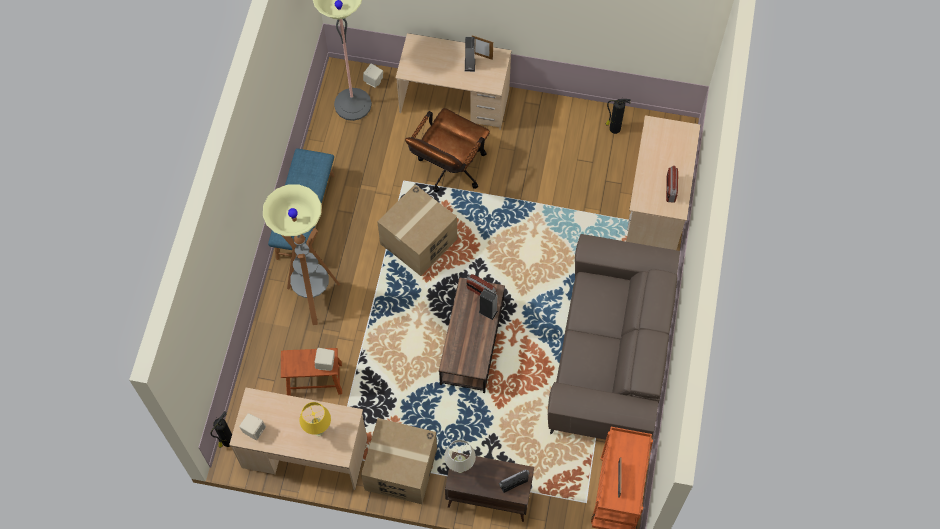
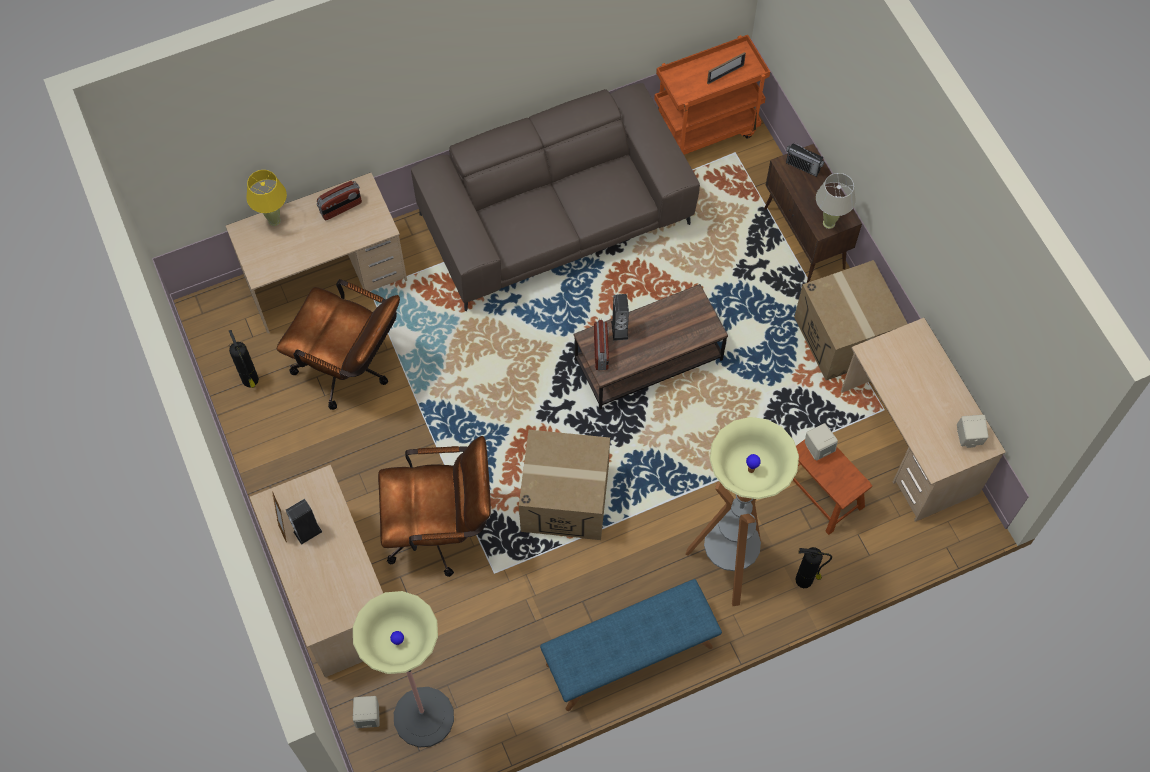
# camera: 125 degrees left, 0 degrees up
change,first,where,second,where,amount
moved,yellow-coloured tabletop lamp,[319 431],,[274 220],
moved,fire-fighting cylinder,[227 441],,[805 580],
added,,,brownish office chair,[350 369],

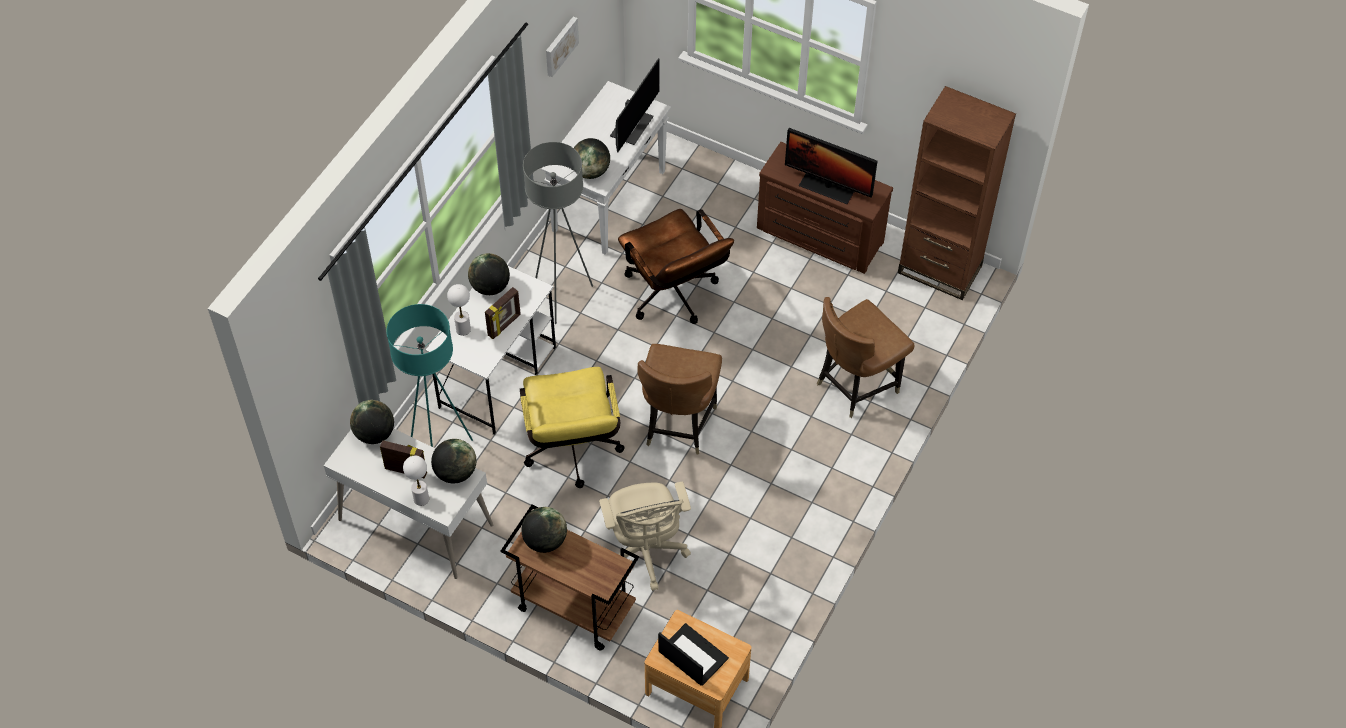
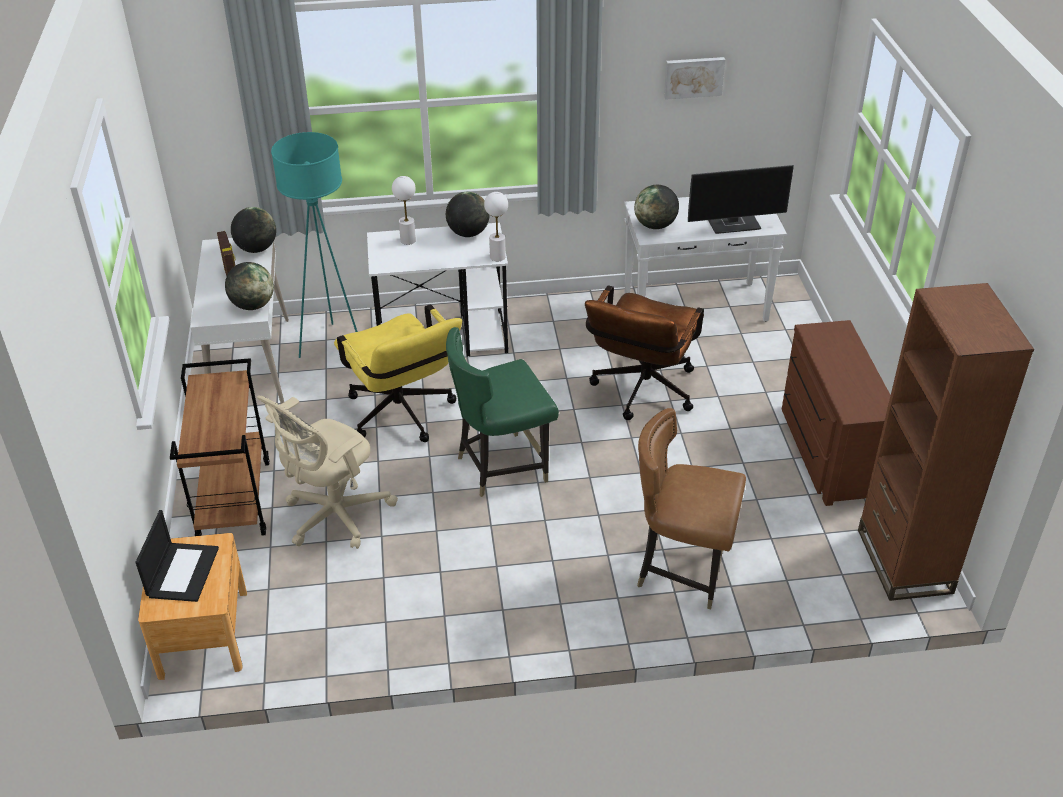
# camera: 55 degrees right, 15 degrees down
change,first,where,second,where,amount
removed,computer screen,[827 186],,,
removed,greyish floor lamp,[562 297],,,
removed,picture frame,[504 325],,,
recoloured,brownish plain chair,[678 424],greenish plain chair,[501 466],
turned,yellow-coloured office chair,[572 454],,[404 417],75 degrees counterclockwise
moved,white-coloured tabletop lamp,[421 499],,[497 257],
removed,desk globe,[545 541],,,

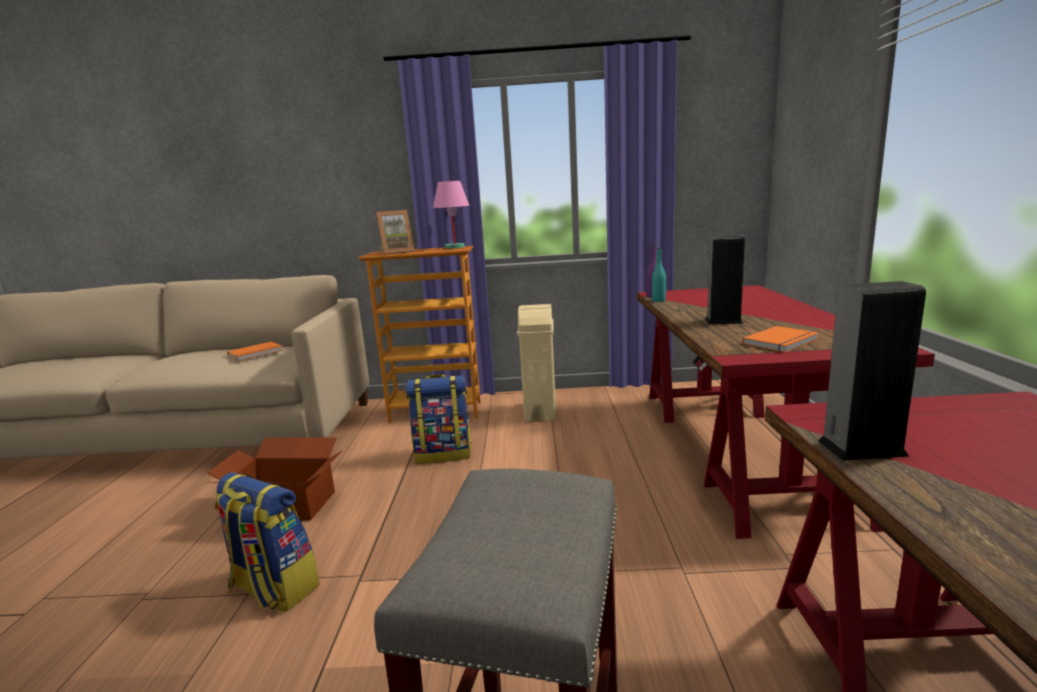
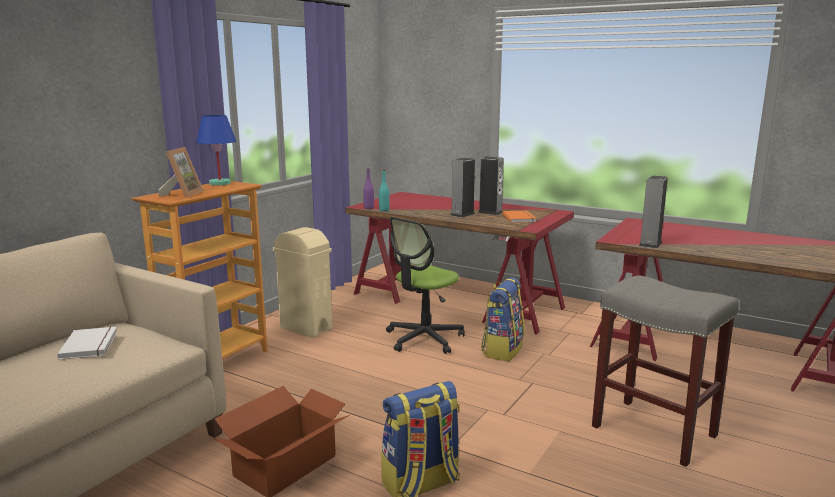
# camera: 60 degrees left, 0 degrees up
change,first,where,second,where,amount
recoloured,pink-coloured tabletop lamp,[454 247],blue-coloured tabletop lamp,[219 183],
recoloured,orange bound book,[256 353],white-coloured bound book,[91 345],
moved,backpack,[444 454],,[502 350],
added,,,speaker,[490 212],
added,,,office chair,[424 339],

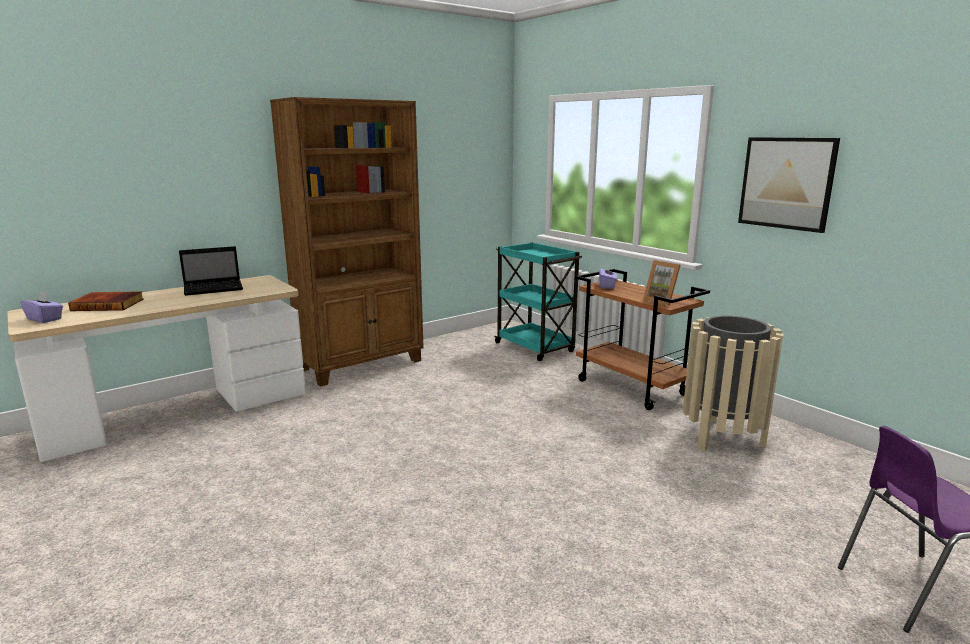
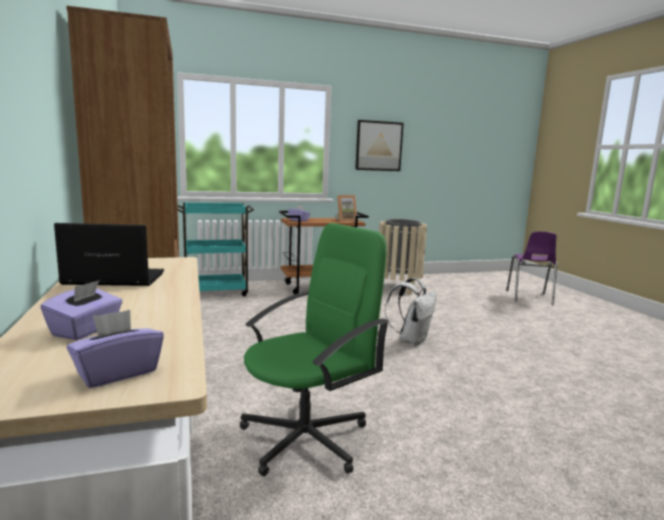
# camera: 70 degrees left, 5 degrees down
change,first,where,second,where,amount
turned,laptop,[215 289],,[112 279],90 degrees counterclockwise
replaced,bound book,[109 304],purple tissue holder,[86 330],
added,,,greenish office chair,[307 438],
added,,,white-coloured backpack,[411 340],

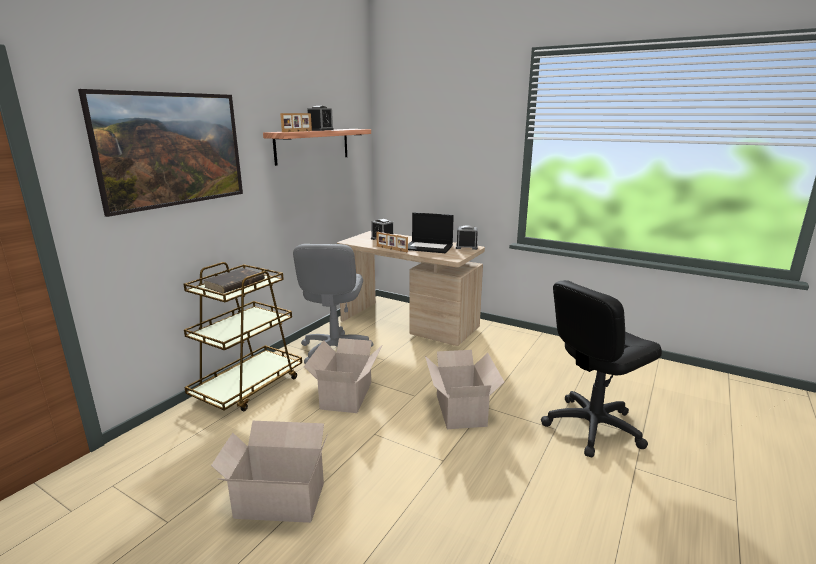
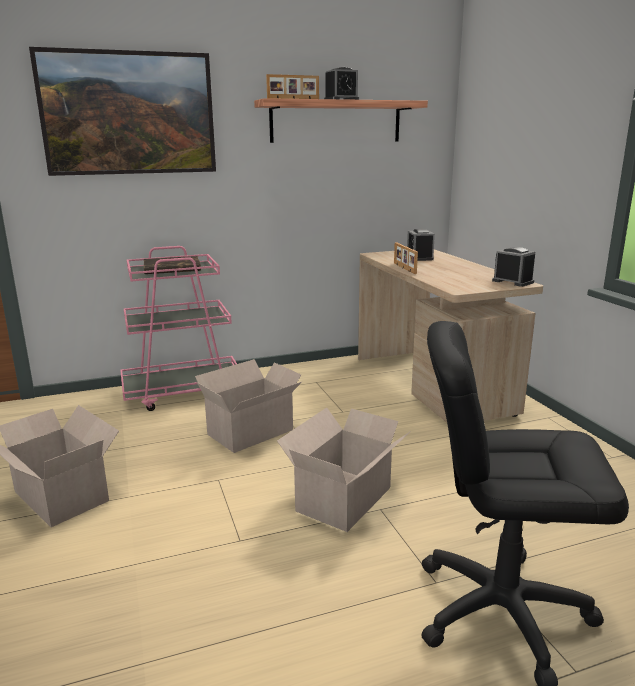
# camera: 40 degrees right, 0 degrees up
change,first,where,second,where,amount
removed,laptop,[429 247],,,
removed,greyish office chair,[335 350],,,
recoloured,brownish trolley,[249 387],pink-coloured trolley,[184 392],

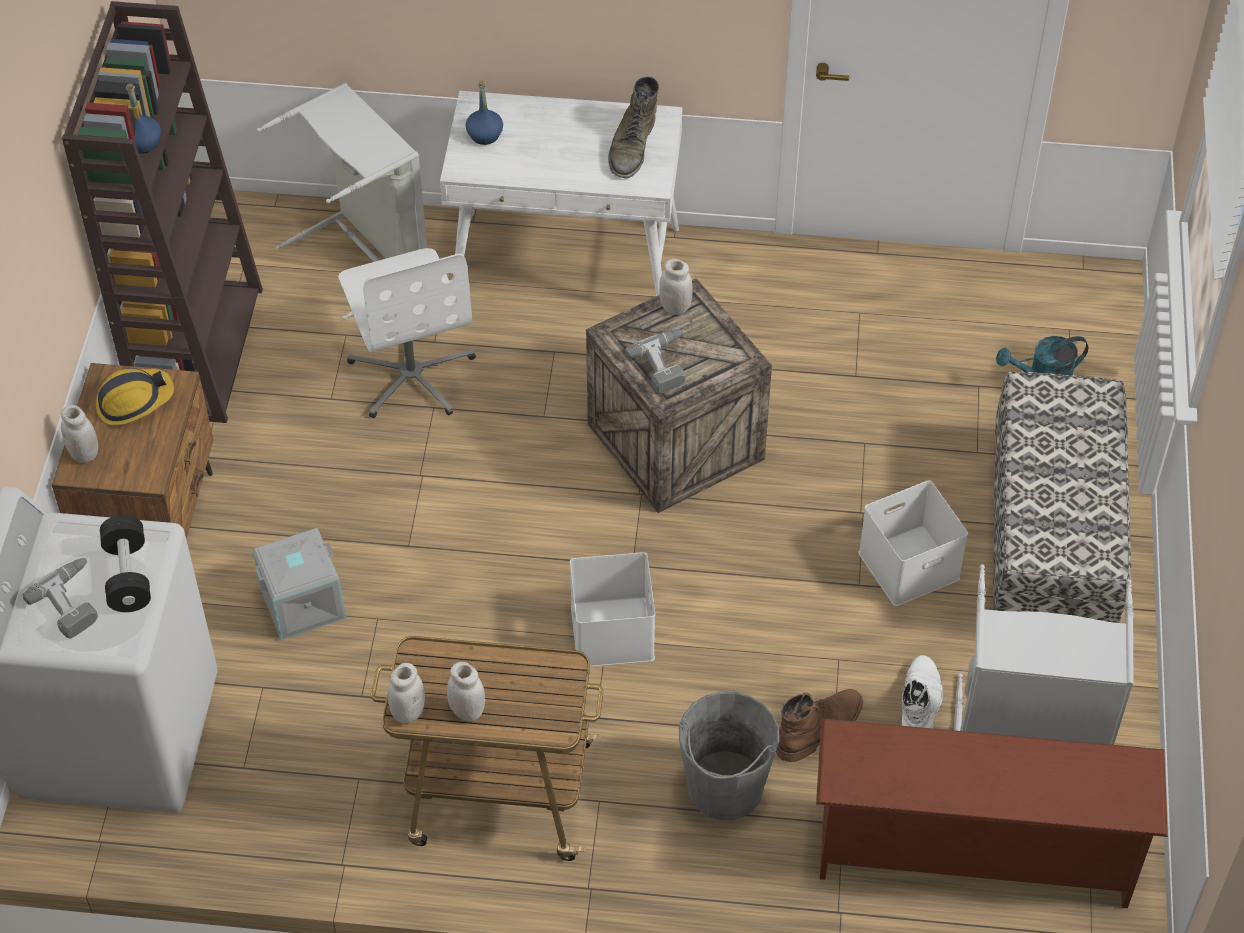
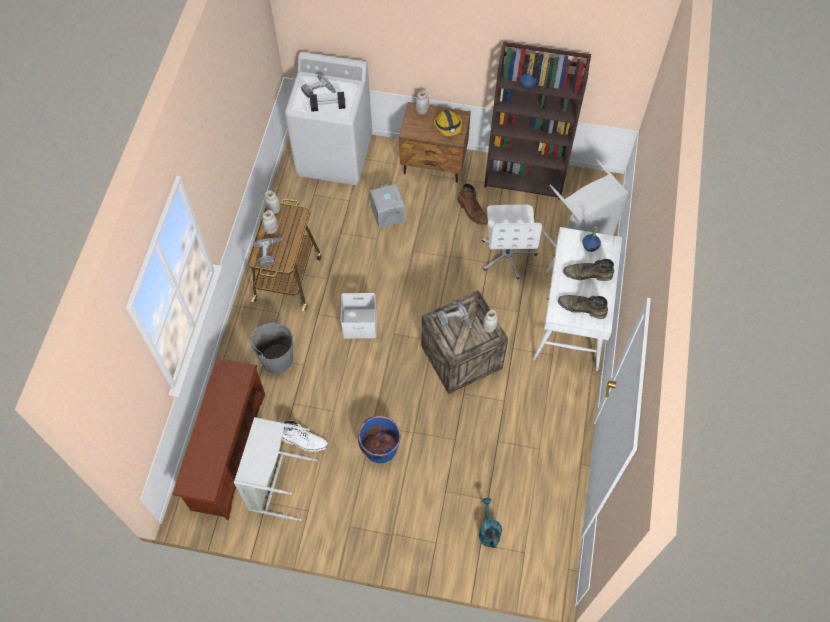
# camera: 95 degrees right, 10 degrees up
change,first,where,second,where,amount
turned,white-coloured office chair,[412 374],,[507 255],75 degrees counterclockwise
removed,bench,[1050 545],,,
replaced,white-coloured storage bin,[908 567],blue-coloured pail,[380 448],
moved,brownish tall boot,[820 729],,[472 211],
added,,,electric drill,[270 253],
added,,,greenish tall boot,[587 274],

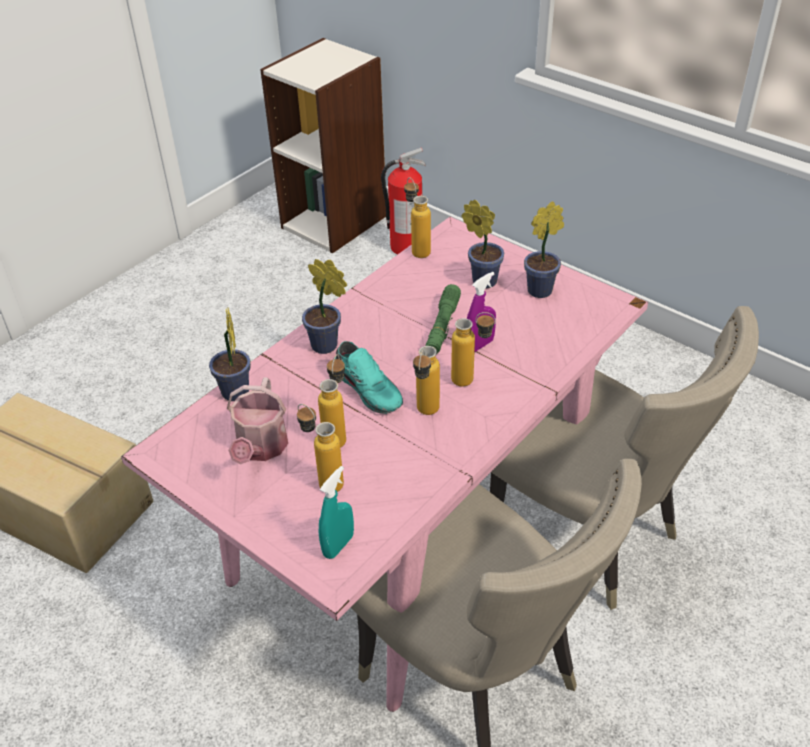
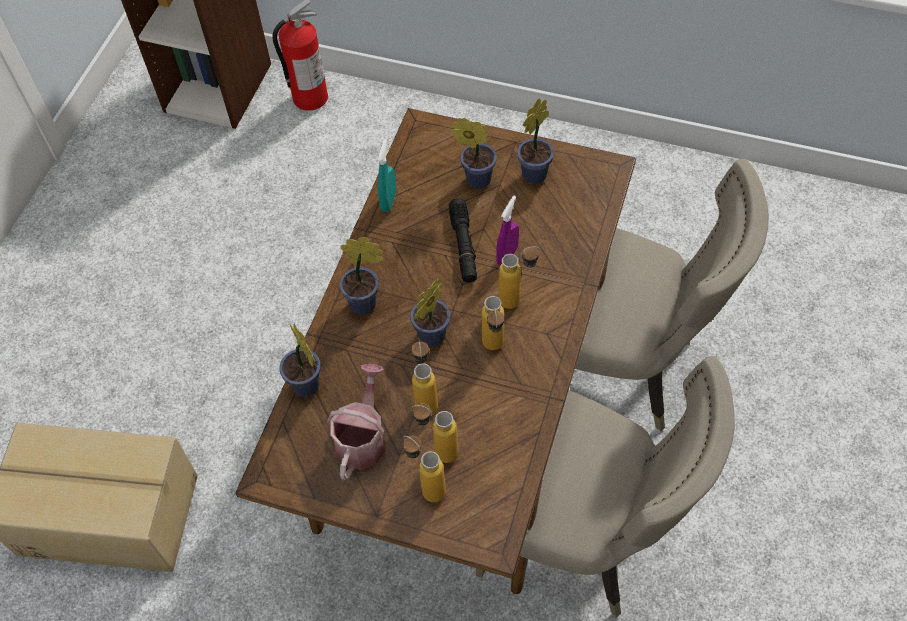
# camera: 20 degrees left, 15 degrees up
change,first,where,second,where,amount
moved,bottle,[417 249],,[426 486],
recoloured,pink-coloured kitchen table,[409 539],brownish kitchen table,[460 426],
recoloured,greenish torch,[442 326],black-coloured torch,[463 246],
replaced,blue-green shoe,[369 388],potted plant,[429 338],
turned,watering pot,[260 448],,[363 438],150 degrees counterclockwise
moved,blue-green hand sprayer,[338 545],,[388 201],

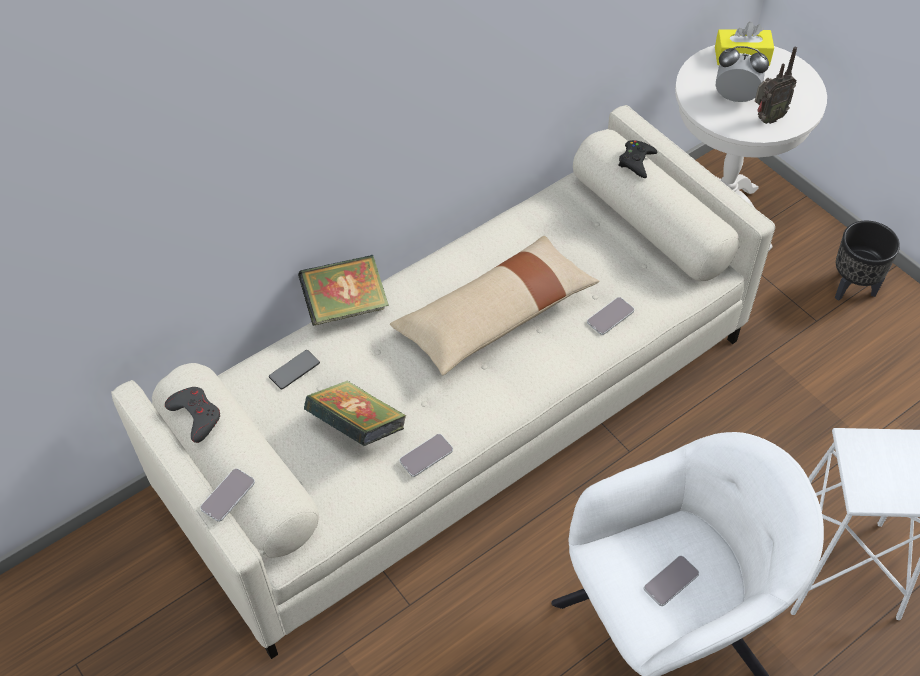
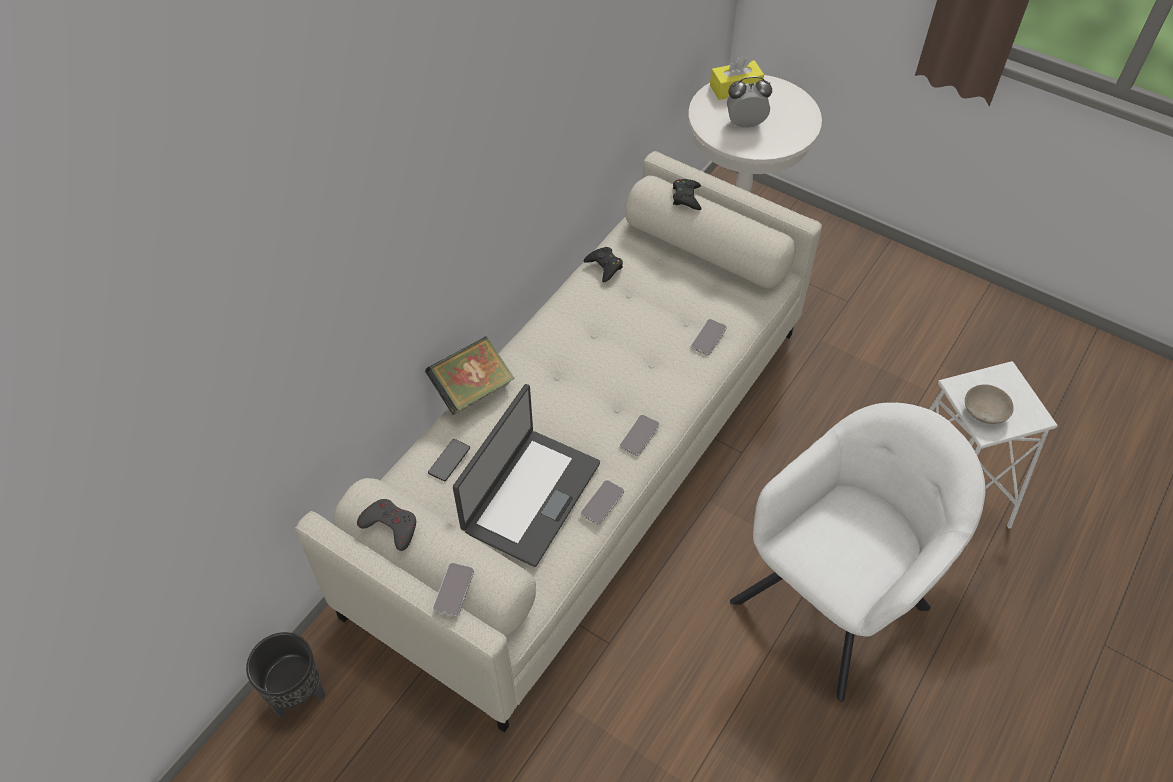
# camera: 20 degrees left, 0 degrees up
change,first,where,second,where,amount
removed,radio,[766 118],,,
moved,black-coloured planter,[852 287],,[298 694],
removed,beige pillow,[495 316],,,
replaced,bound book,[357 428],laptop,[530 496],
moved,phone,[671 581],,[639 436],
added,,,black-coloured gamepad,[604 266],
added,,,beige deep dish,[986 411],

